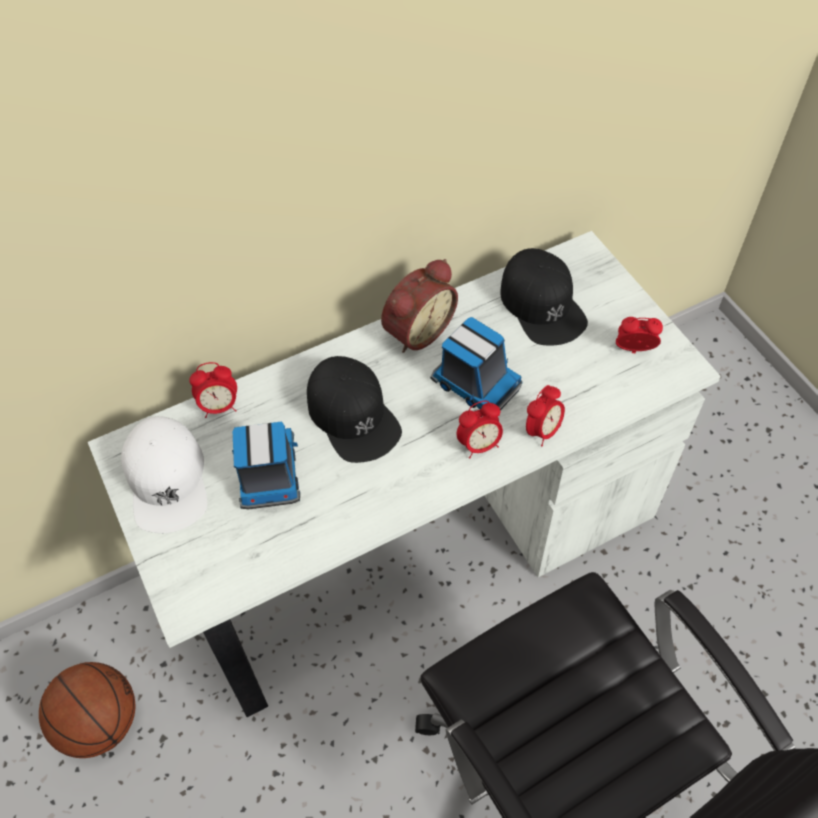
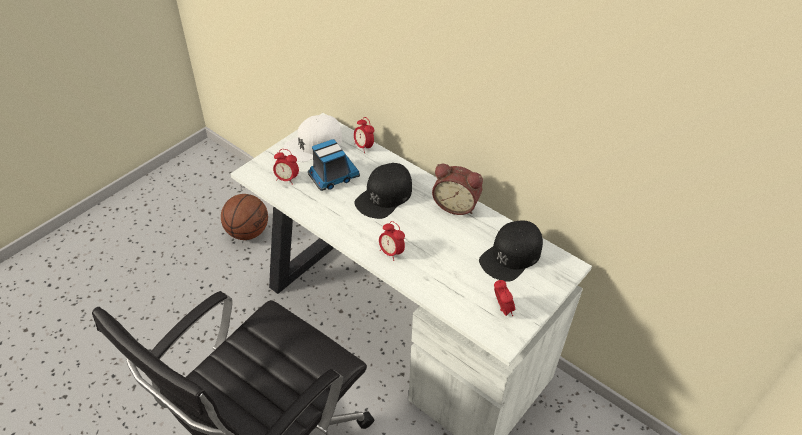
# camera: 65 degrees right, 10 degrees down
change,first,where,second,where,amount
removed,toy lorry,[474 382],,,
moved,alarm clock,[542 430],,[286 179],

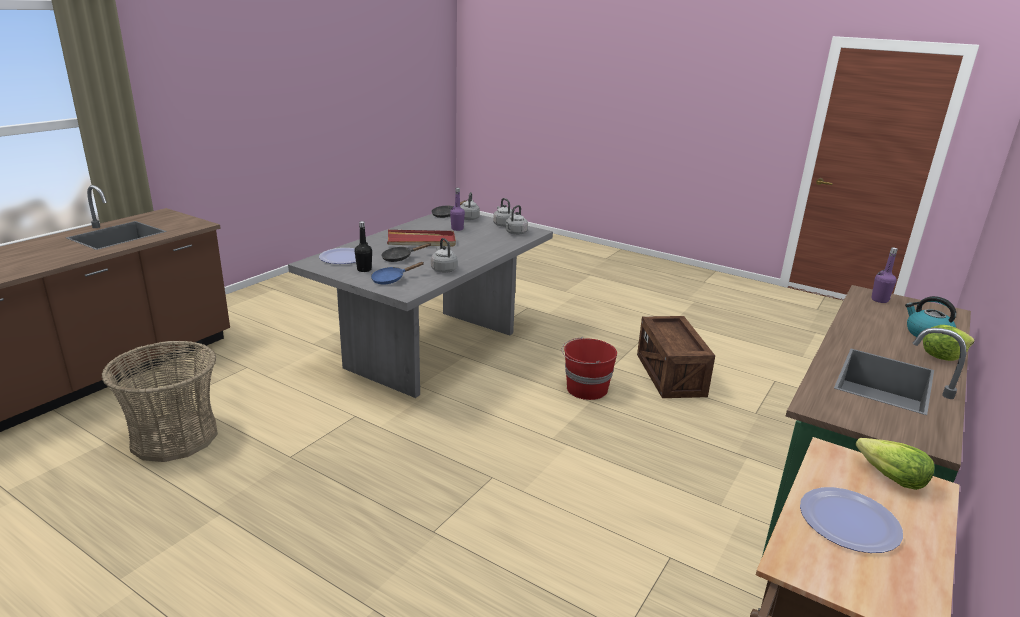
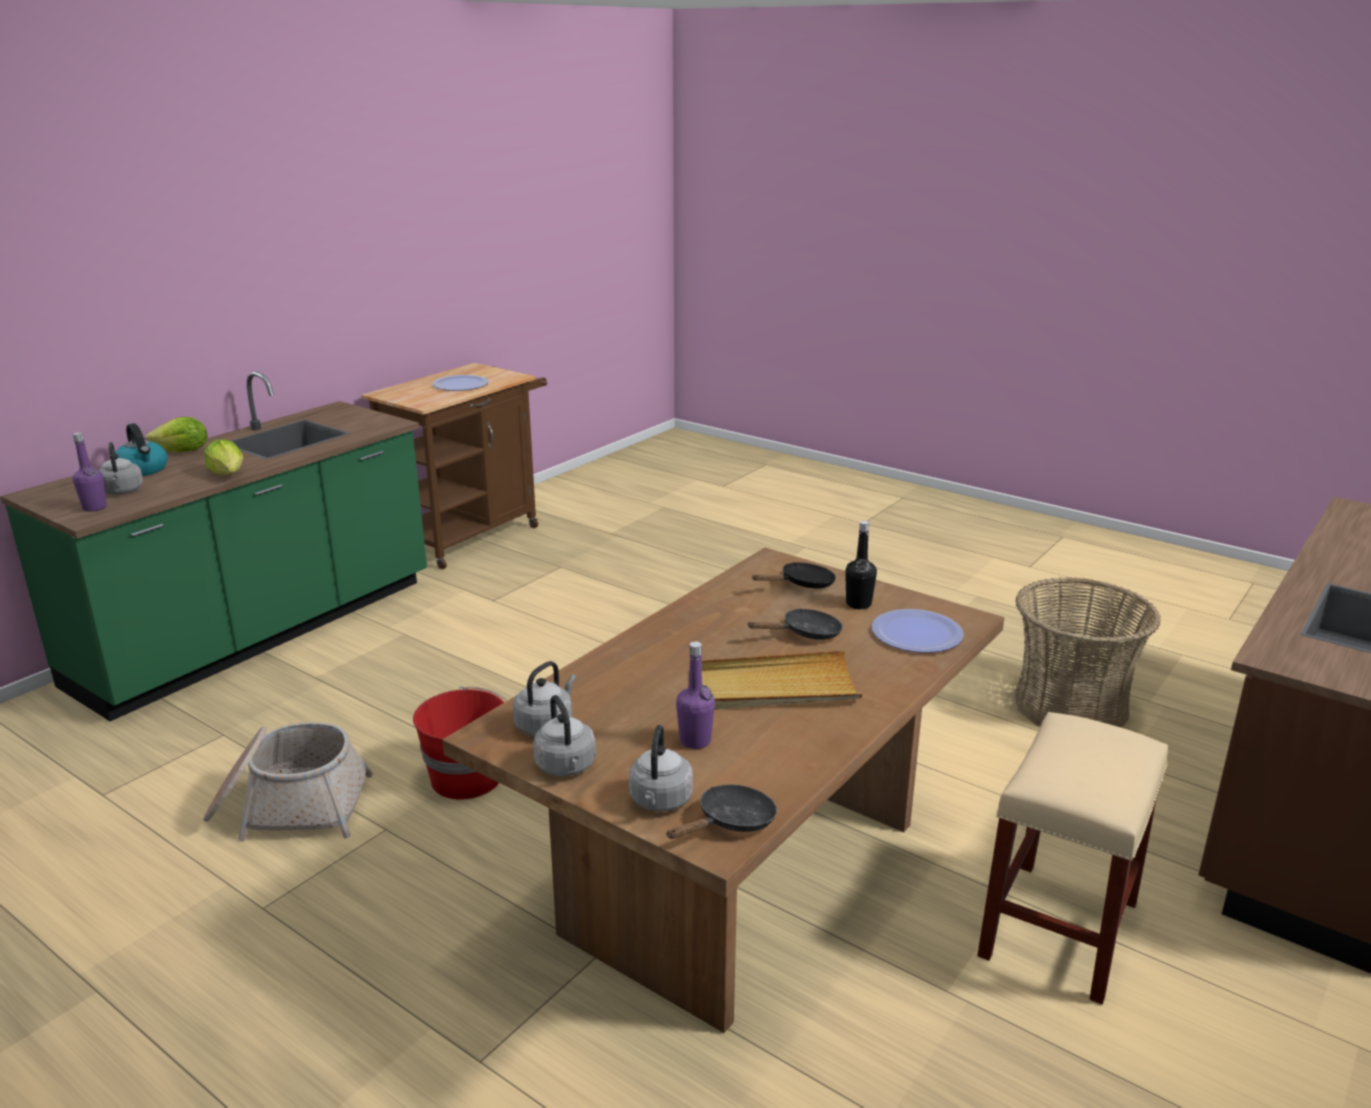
# camera: 175 degrees left, 0 degrees up
change,first,where,second,where,amount
recoloured,greyish kitchen table,[432 349],brownish kitchen table,[745 878],
recoloured,reddish carrying tray,[421 241],beige carrying tray,[776 687],
moved,greyish kettle,[443 269],,[122 492],
recoloured,blue-coloured pan,[391 279],black-coloured pan,[802 584],
replaced,shipping crate,[670 375],basket,[289 806],
moved,head of lettuce,[890 477],,[228 474],
added,,,beige sitting stool,[1059 931],

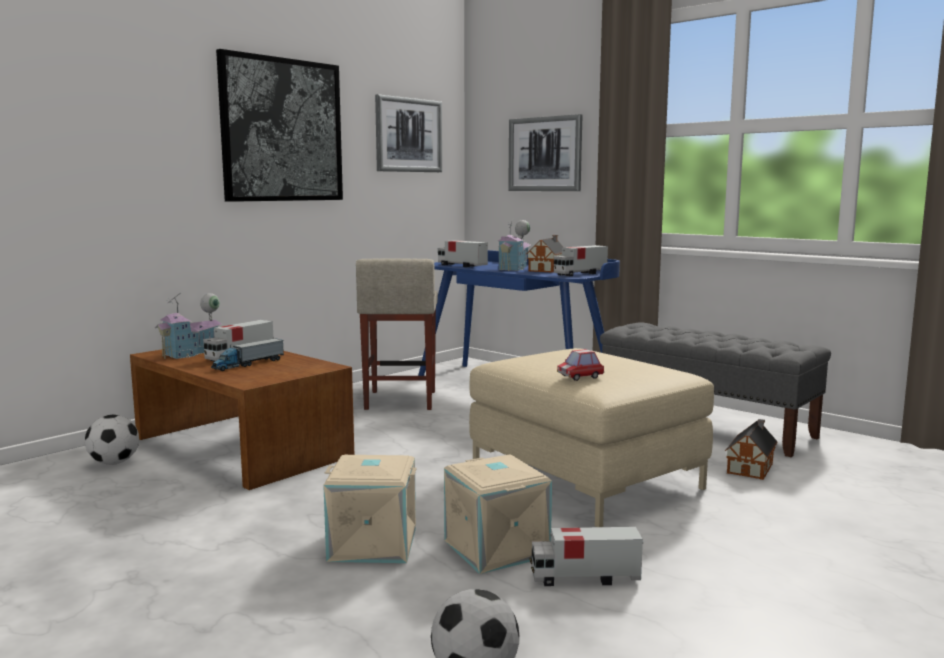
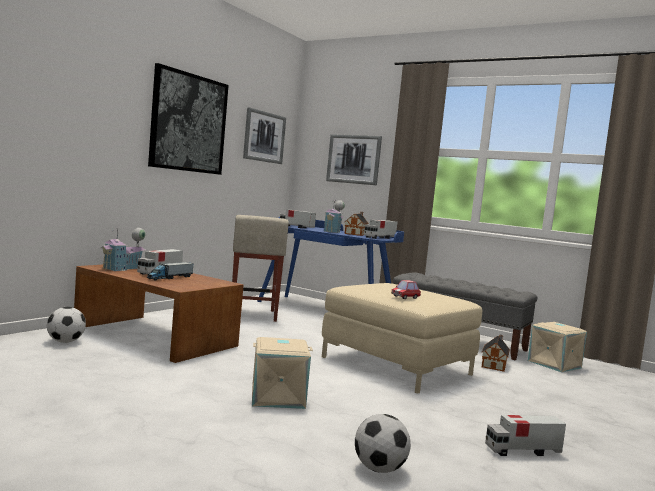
# camera: 10 degrees left, 5 degrees down
change,first,where,second,where,amount
moved,beige storage bin,[498 548],,[555 364],
moved,toy lorry,[584 578],,[522 451],

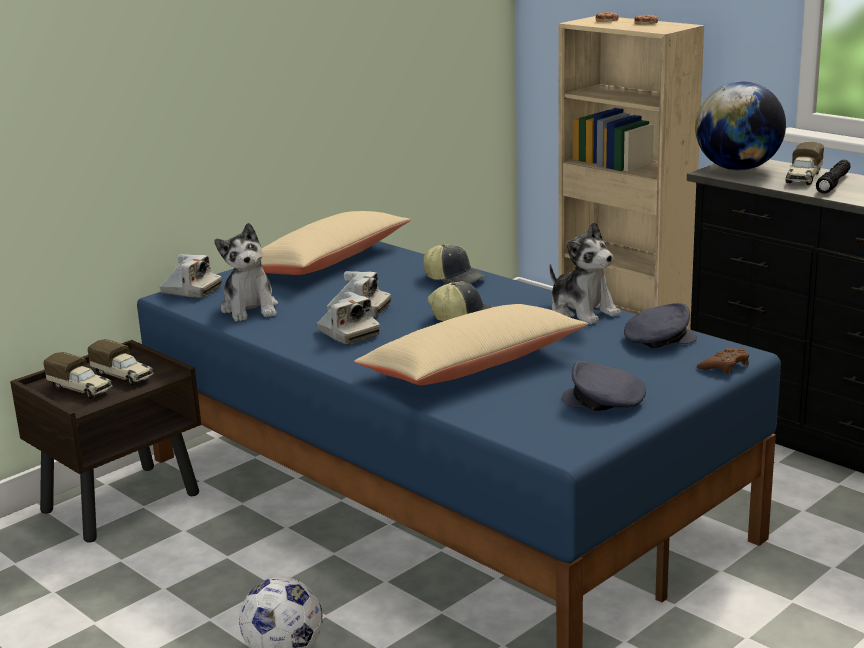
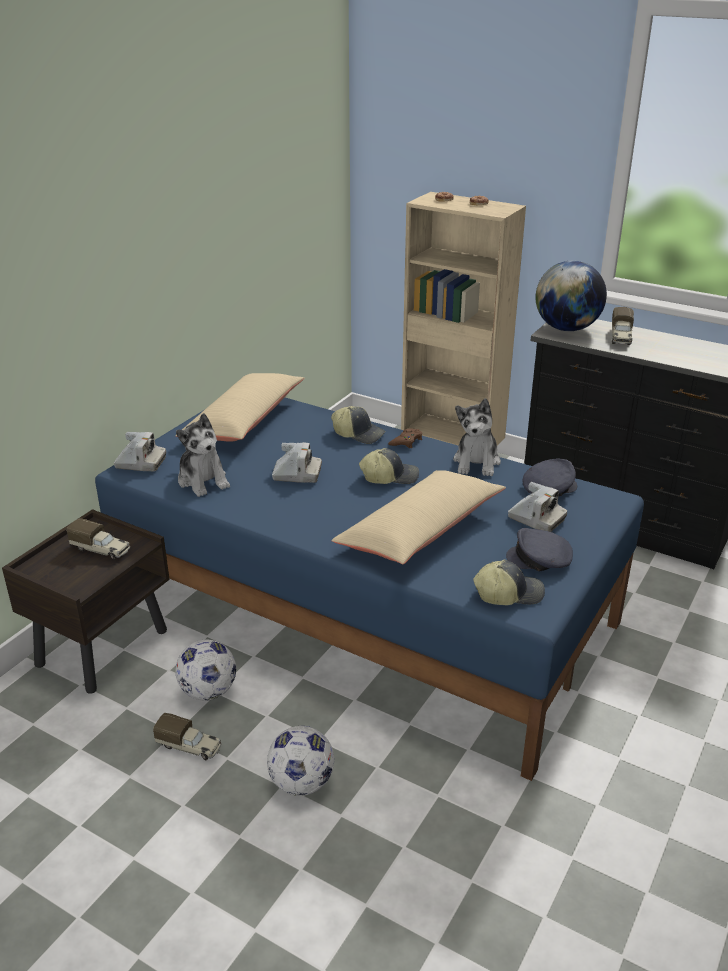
# camera: 15 degrees left, 10 degrees up
change,first,where,second,where,amount
removed,black-coloured torch,[833 183],,,
turned,soft toy,[583 311],,[477 462],60 degrees clockwise
moved,photo camera,[348 333],,[536 519],
moved,brownish gamepad,[724 366],,[406 441],
moved,toy lorry,[81 389],,[190 746],
added,,,baseball cap,[508 593],
added,,,ball for football,[208 691],

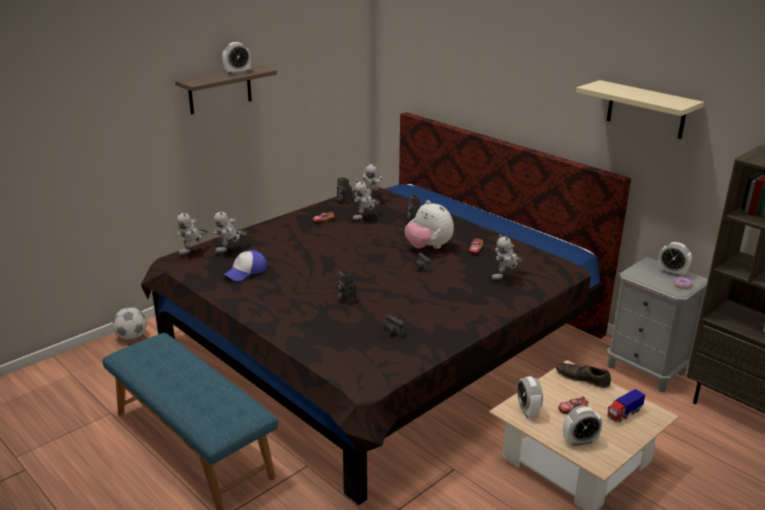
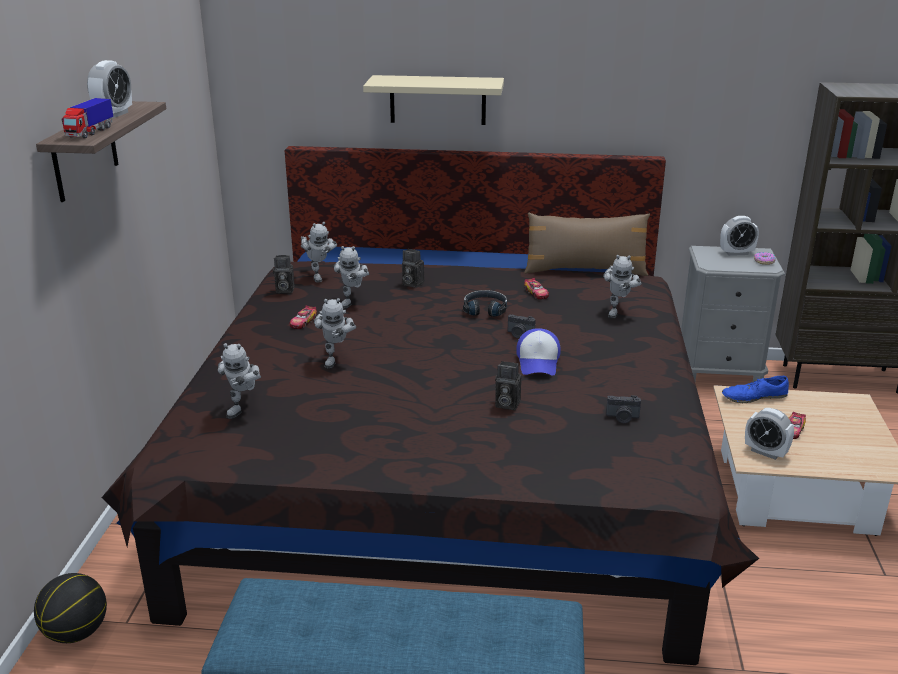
# camera: 40 degrees left, 0 degrees up
change,first,where,second,where,amount
moved,beige wall shelf,[646 110],,[437 100],
replaced,soft toy,[428 247],black-coloured headphones,[485 309],
moved,robot figure,[193 252],,[336 359],
moved,baseball cap,[246 272],,[538 361],
replaced,ball for football,[132 337],basketball,[77 633],
recoloured,brownish shoe,[582 378],blue-coloured shoe,[753 397],
moved,toy lorry,[624 414],,[90 132],
removed,alarm clock,[580 441],,,
added,,,brownish pillow,[585 270],

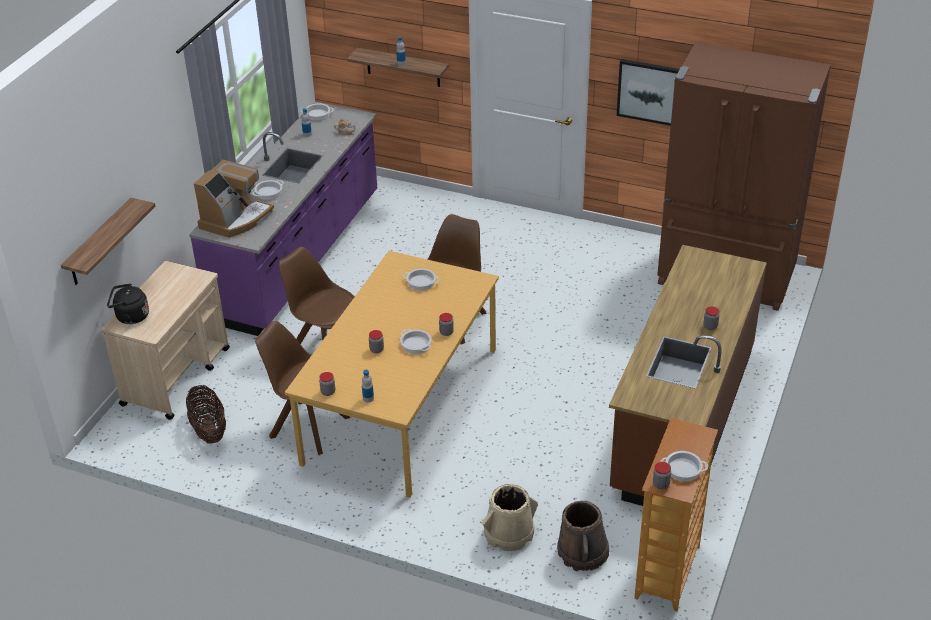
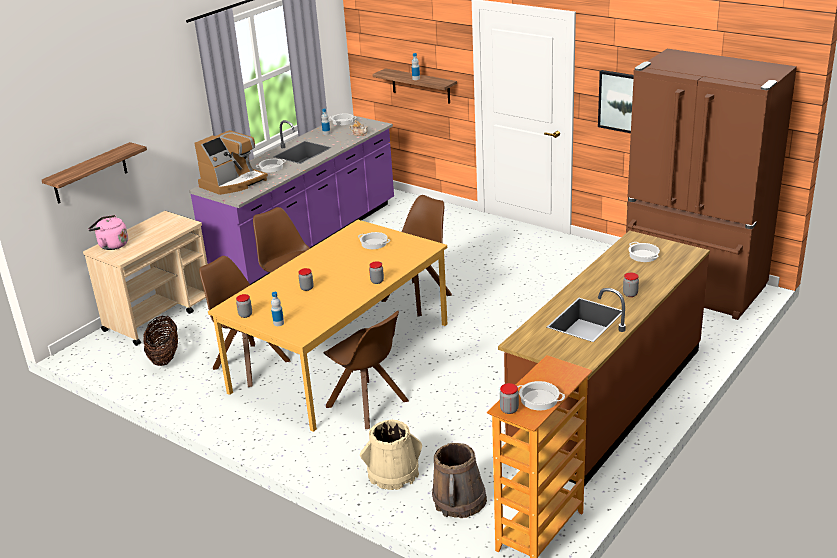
# camera: 15 degrees right, 10 degrees down
change,first,where,second,where,amount
recoloured,black-coloured kettle,[130 317],pink-coloured kettle,[111 245],
moved,stockpot,[416 344],,[644 255],
added,,,brownish plain chair,[369 405],

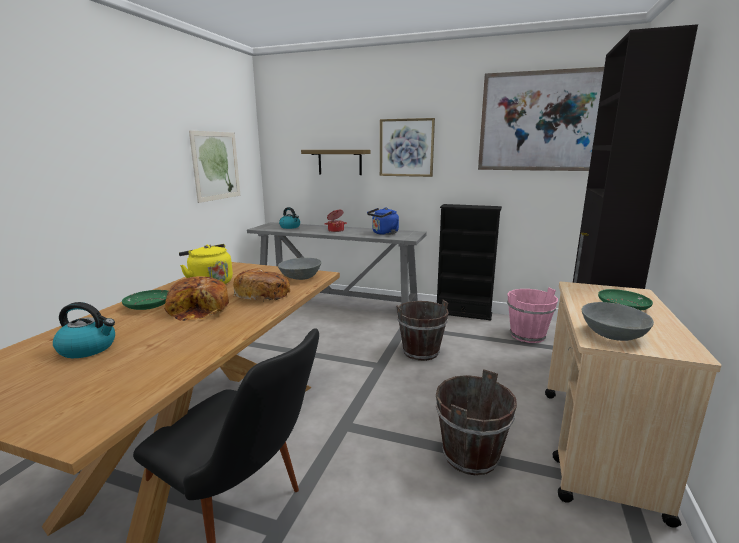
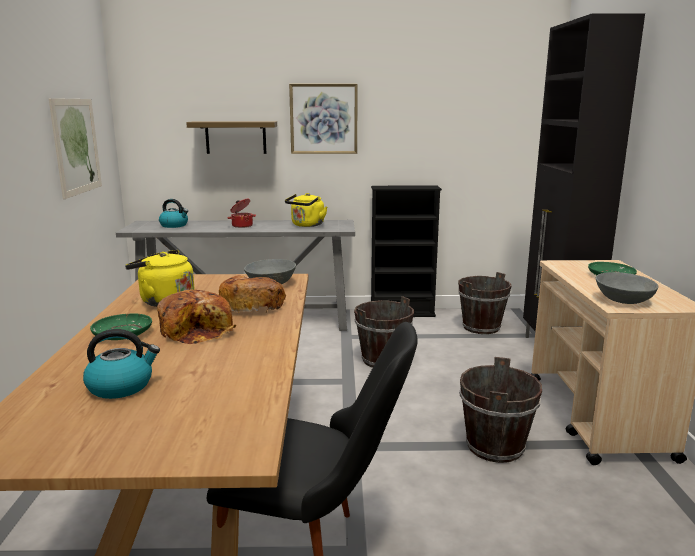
# camera: 20 degrees left, 0 degrees up
change,first,where,second,where,amount
removed,wall picture,[544 121],,,
recoloured,blue-coloured kettle,[384 233],yellow-coloured kettle,[306 225],
recoloured,pink-coloured pail,[527 336],brownish pail,[481 327],

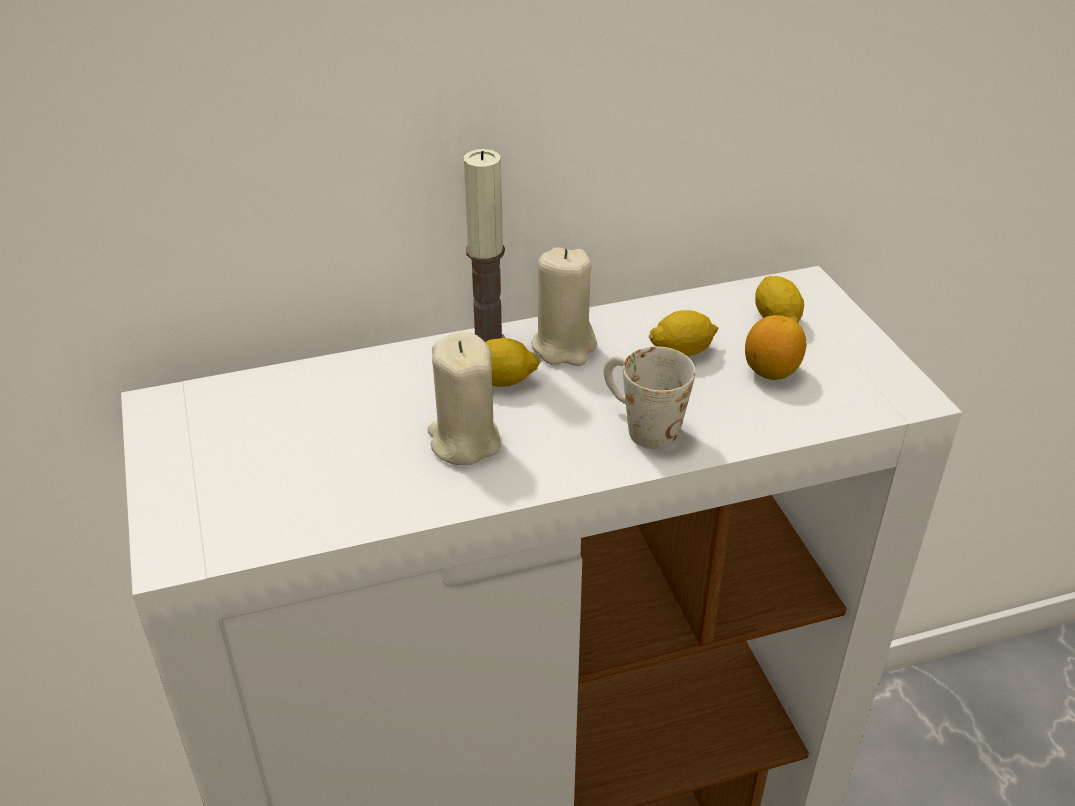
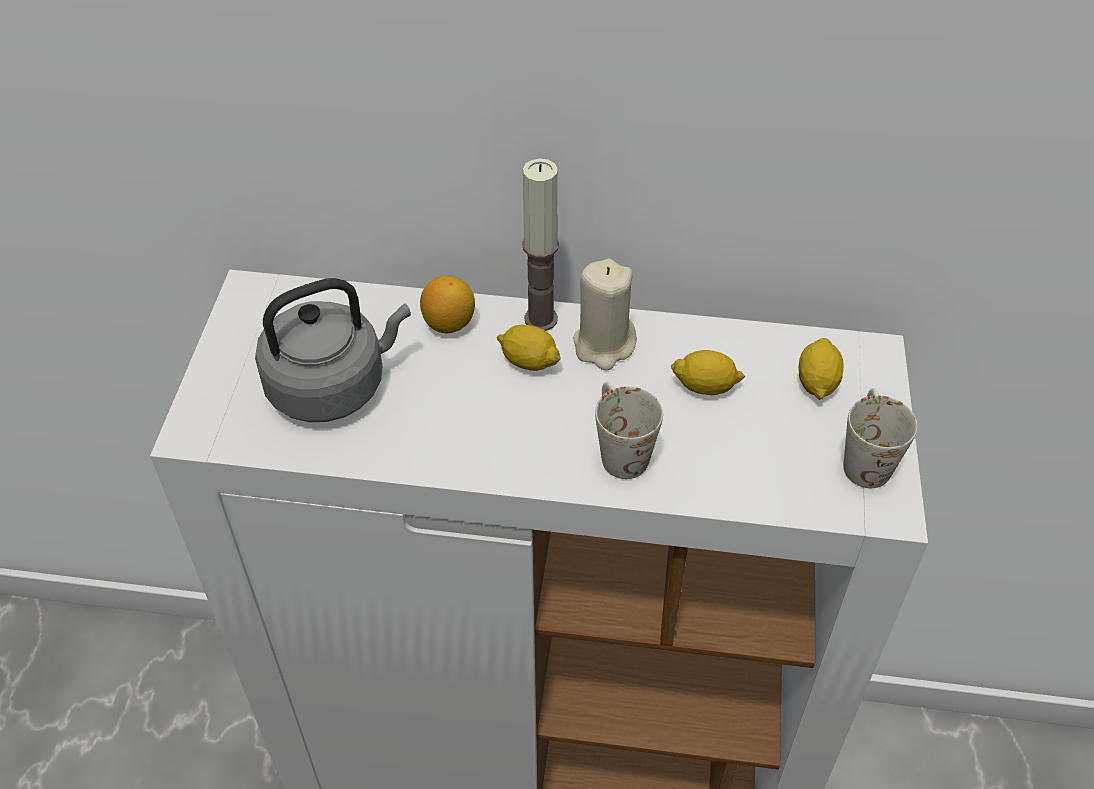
# camera: 25 degrees right, 10 degrees up
change,first,where,second,where,amount
moved,whole lemon,[771 371],,[449 323],
removed,beige wax candle,[464 441],,,
added,,,greyish kettle,[333 385],
added,,,white-coloured coffee mug,[864 456],

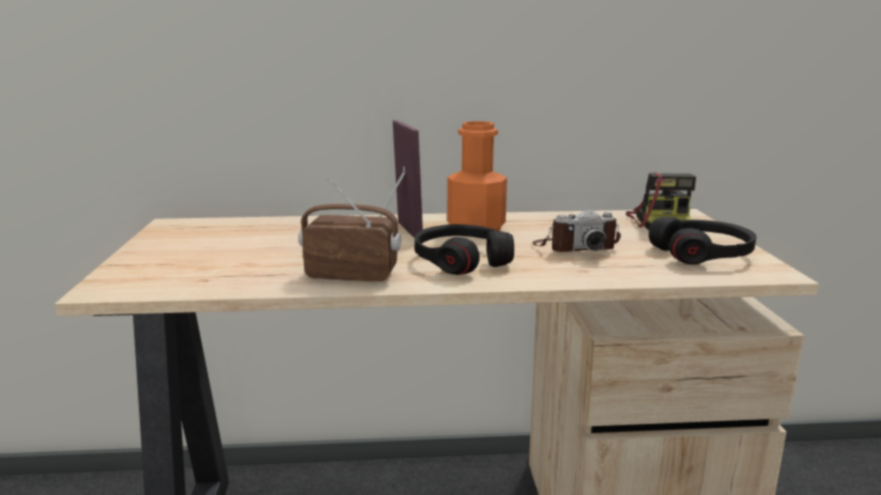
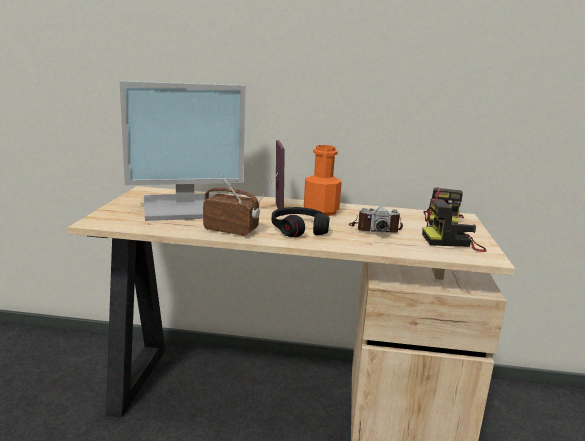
# camera: 10 degrees right, 0 degrees up
change,first,where,second,where,amount
replaced,black-coloured headphones,[702 254],photo camera,[453 242],
added,,,computer screen,[187 207],

